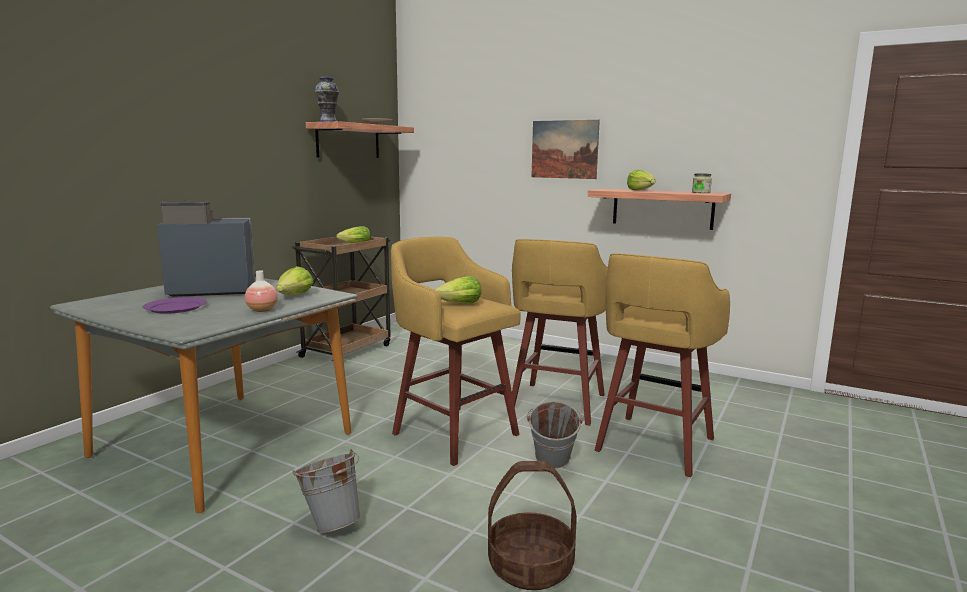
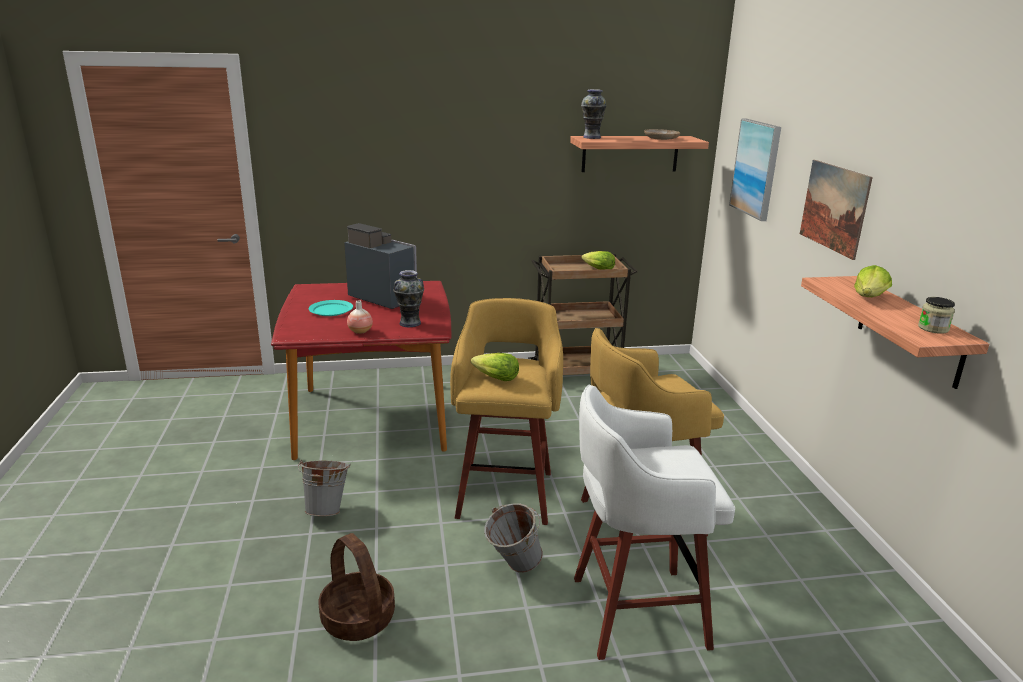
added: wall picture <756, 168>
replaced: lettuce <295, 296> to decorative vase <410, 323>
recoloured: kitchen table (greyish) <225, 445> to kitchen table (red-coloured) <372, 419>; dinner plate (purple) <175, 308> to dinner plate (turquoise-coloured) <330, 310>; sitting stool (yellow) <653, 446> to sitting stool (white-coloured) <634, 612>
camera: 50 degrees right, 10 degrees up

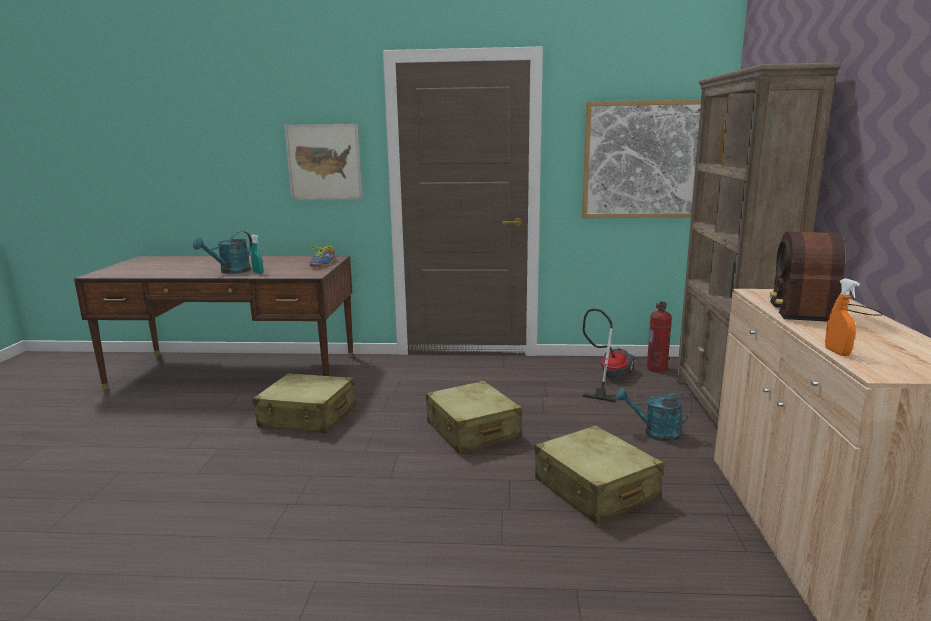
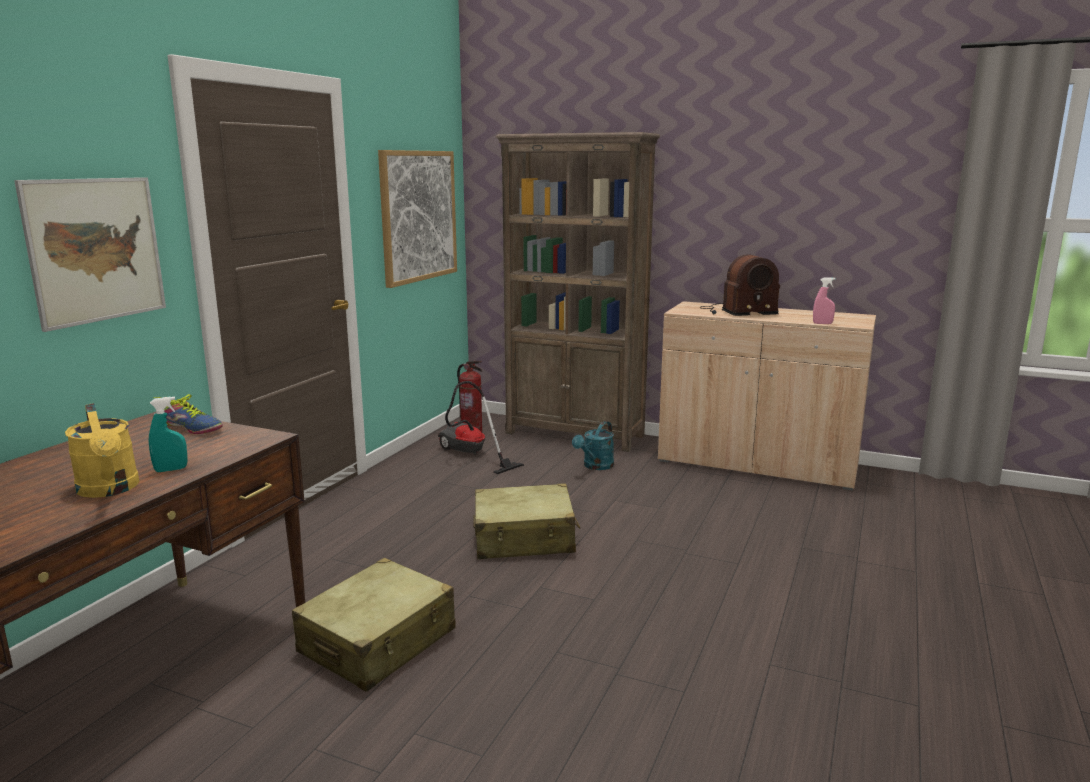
removed: piece of luggage (sand-coloured) <595, 489>
recoloured: watering can (turquoise-coloured) <230, 271> to watering can (yellow) <110, 490>; sprayer (orange) <837, 352> to sprayer (pink) <822, 323>
turned: radio <817, 311> = <736, 311> 45 degrees counterclockwise
camera: 70 degrees left, 0 degrees up

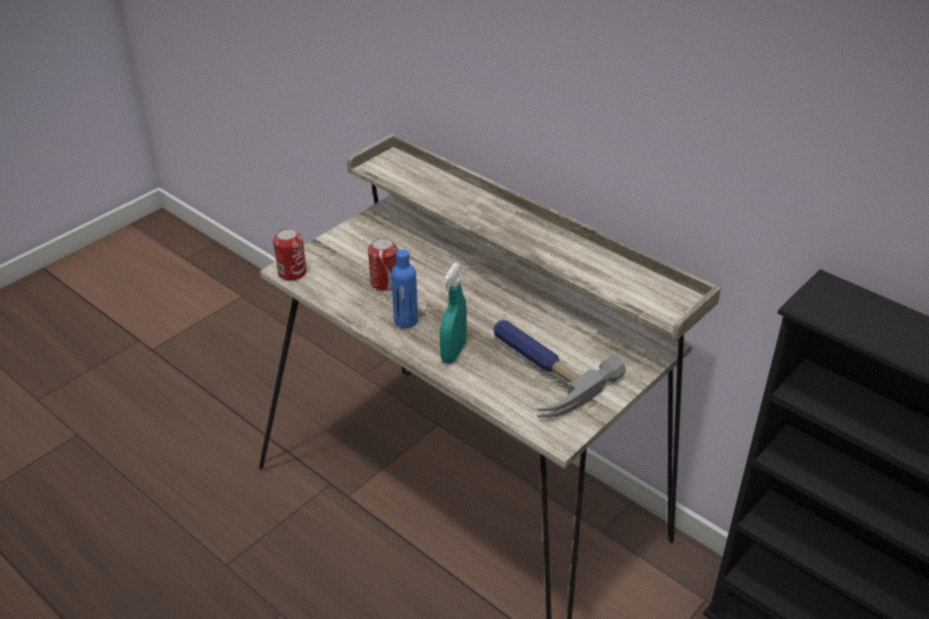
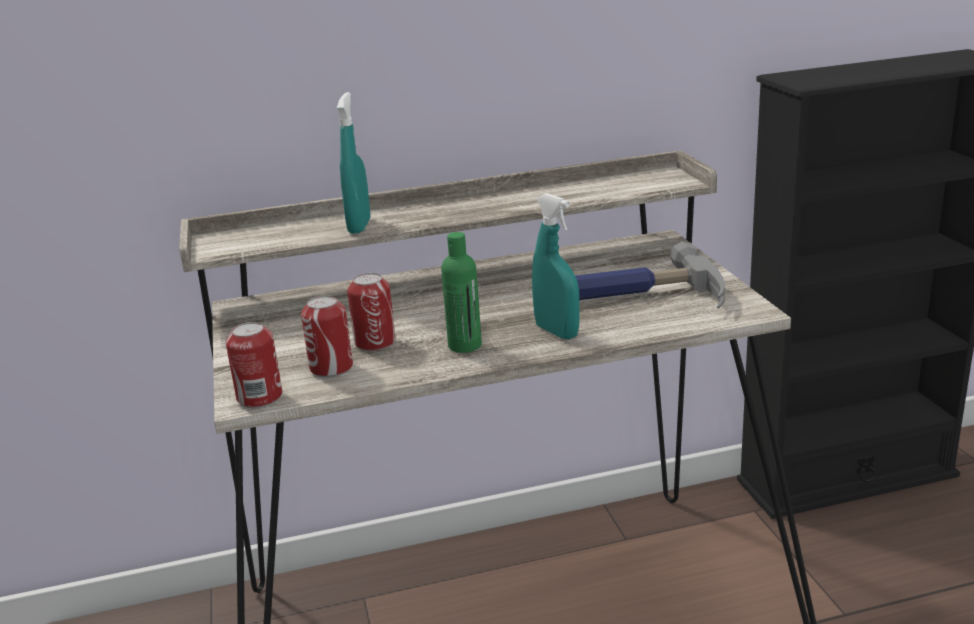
added: metal can <331, 368>; sprayer (turquoise-coloured) <359, 226>
recoloured: bottle (blue) <406, 321> to bottle (greenish) <465, 345>
camera: 55 degrees left, 15 degrees down

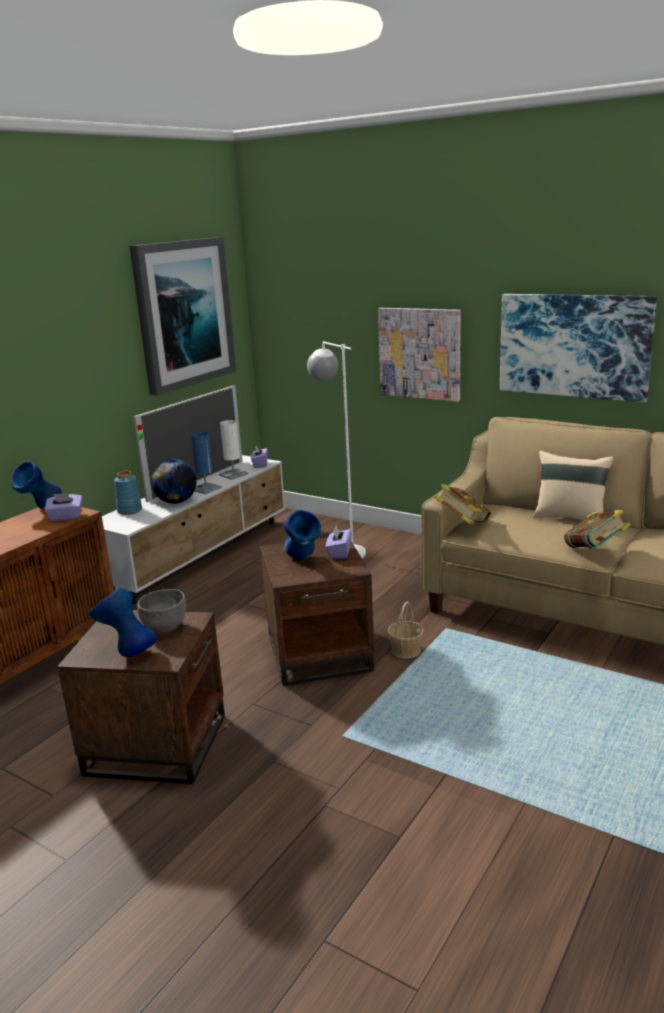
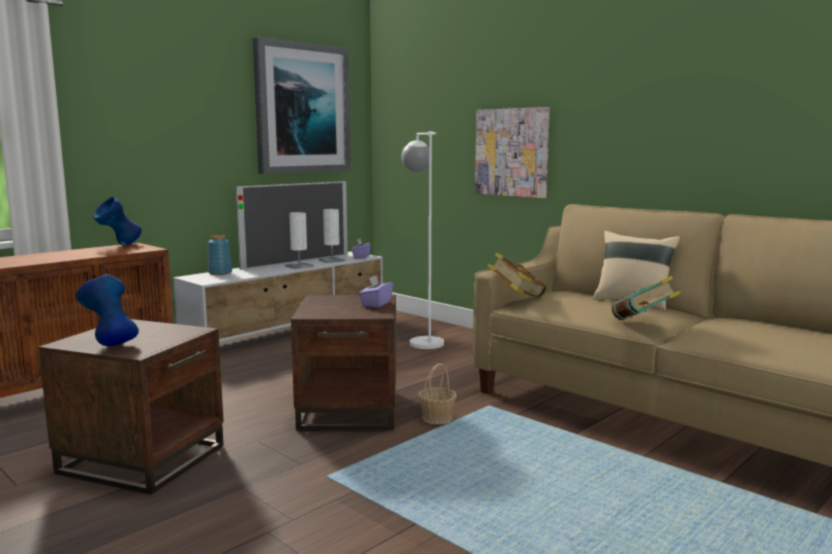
removed: tissue box (purple) <66, 517>; deep dish (greyish) <165, 627>; desk globe <176, 502>; decorative vase (blue) <303, 561>; wall picture <573, 345>
recoloured: lamp for a table (blue) <206, 489> to lamp for a table (white-coloured) <299, 266>
camera: 10 degrees right, 10 degrees down

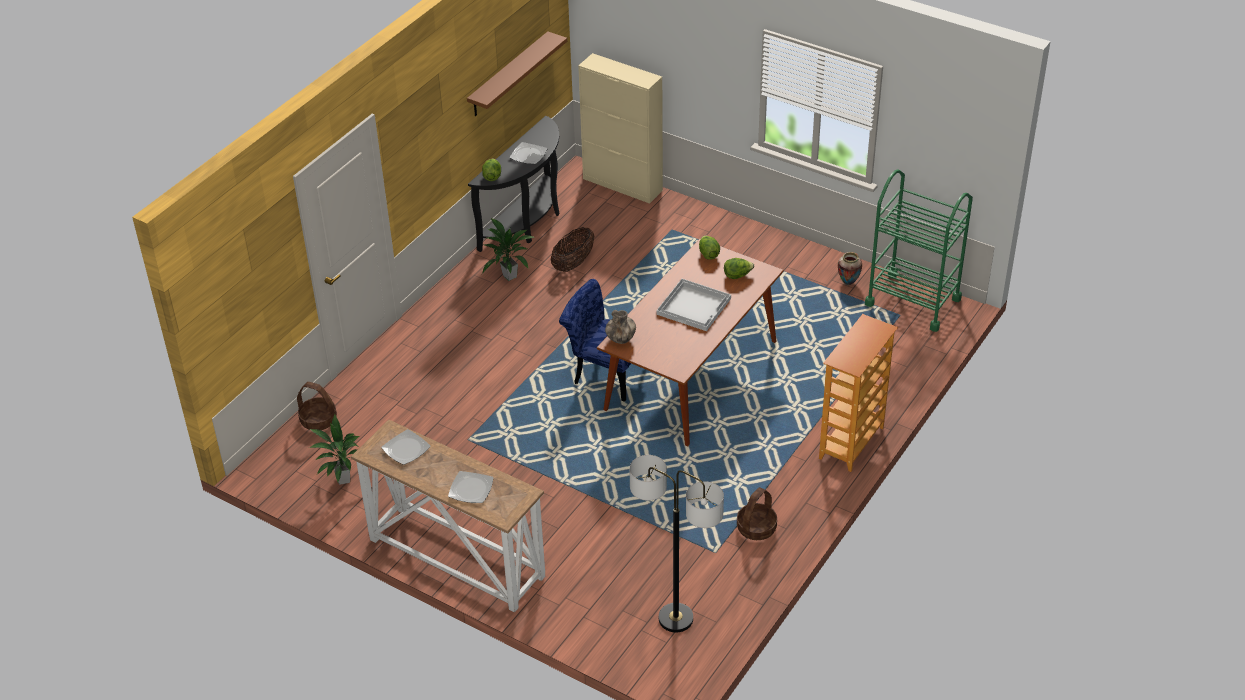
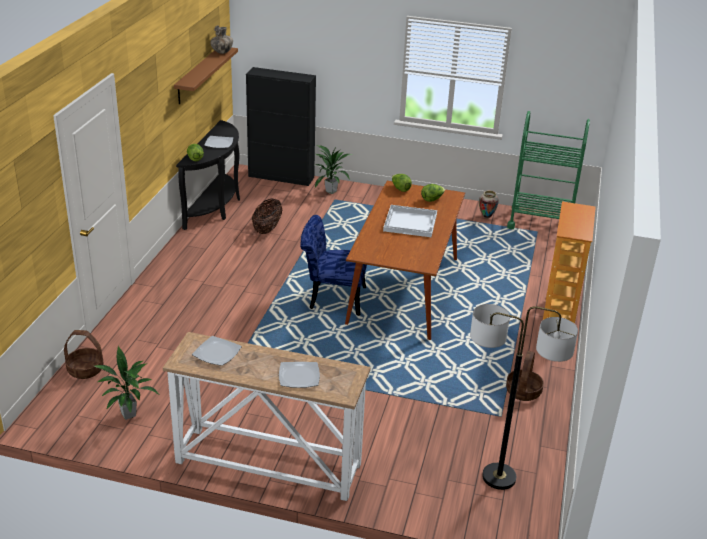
moved: potted plant <509, 276> to <331, 191>; decorative vase <621, 339> to <222, 52>
recoloured: storage cabinet (sand-coloured) <623, 185> to storage cabinet (black) <281, 177>
camera: 20 degrees left, 10 degrees down

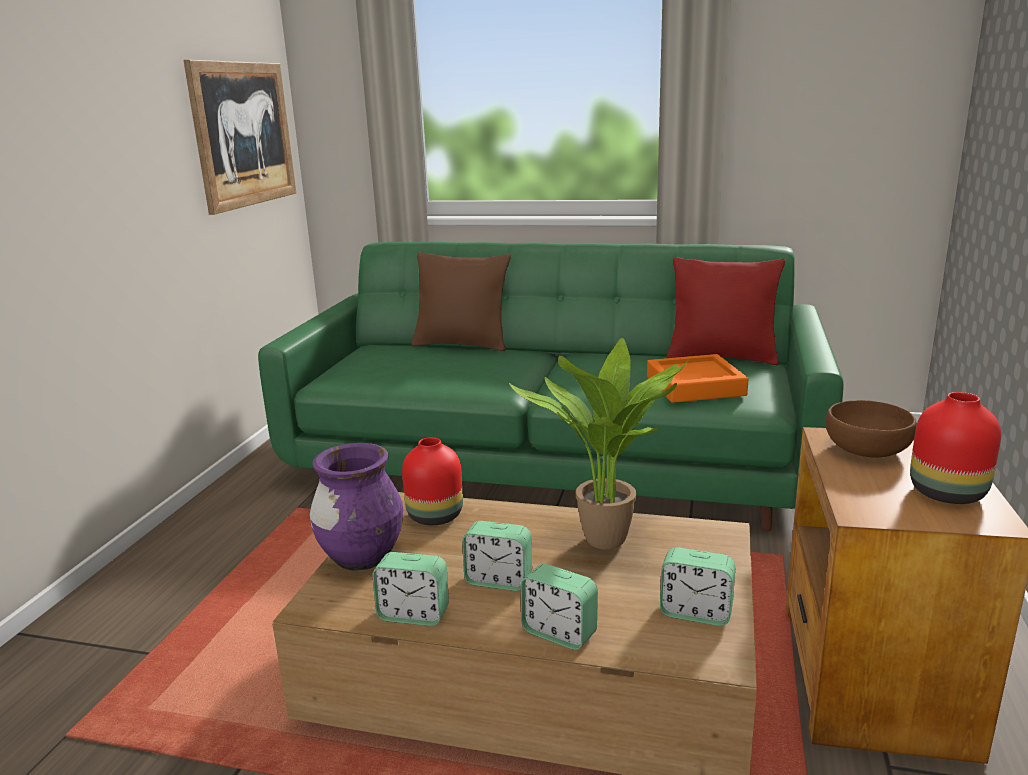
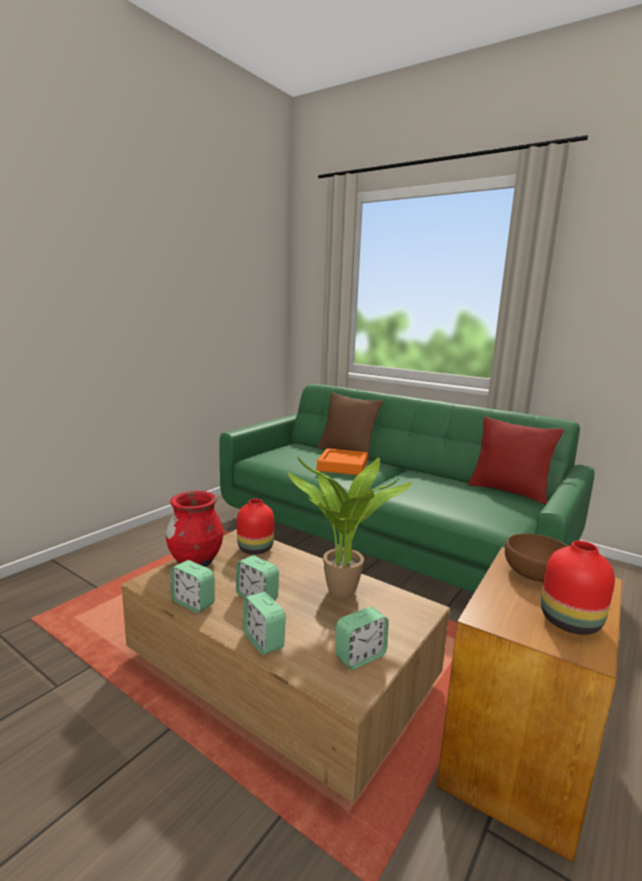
removed: wall picture <244, 134>
moved: carrying tray (orange) <695, 386> to <342, 466>
recoloured: decorative vase (purple) <362, 557> to decorative vase (red-coloured) <196, 562>
turned: table clock <696, 612> = <360, 656> 75 degrees counterclockwise
camera: 20 degrees right, 5 degrees down

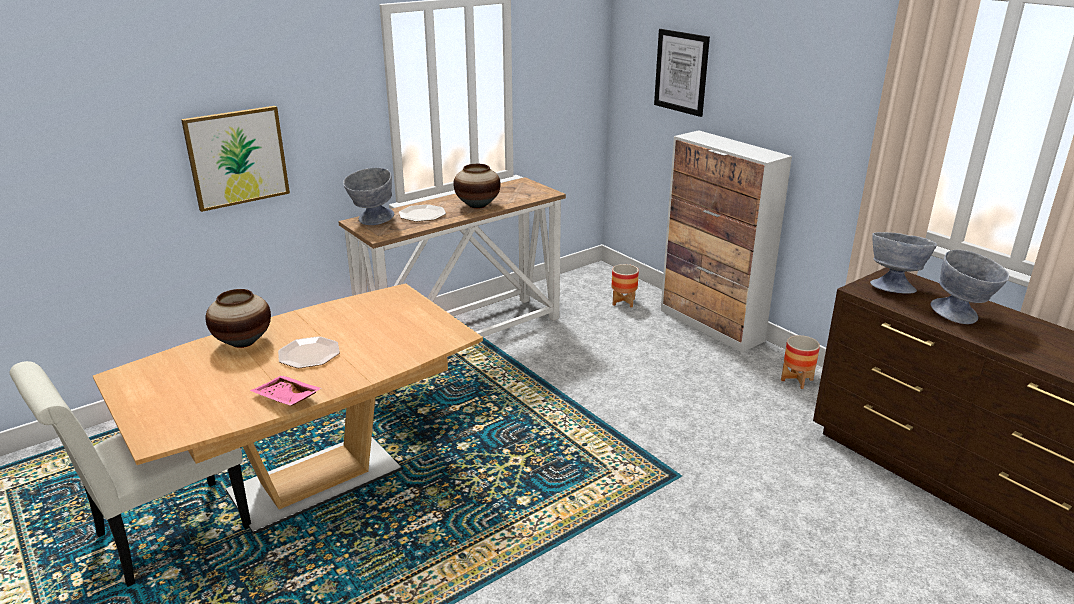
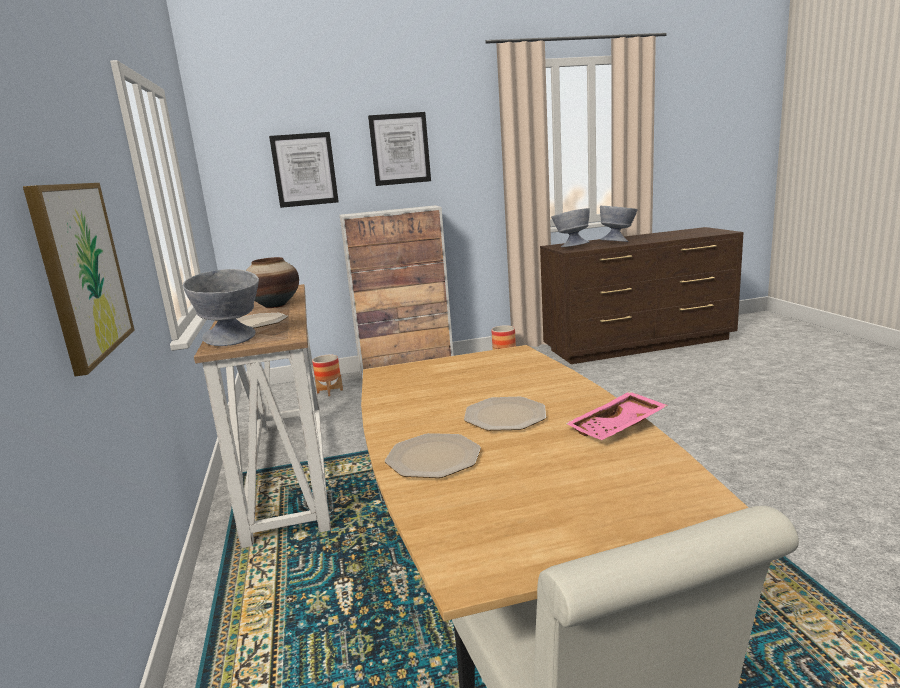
added: wall picture <400, 149>
replaced: decorative vase <243, 342> to dinner plate <432, 458>
camera: 65 degrees left, 10 degrees down

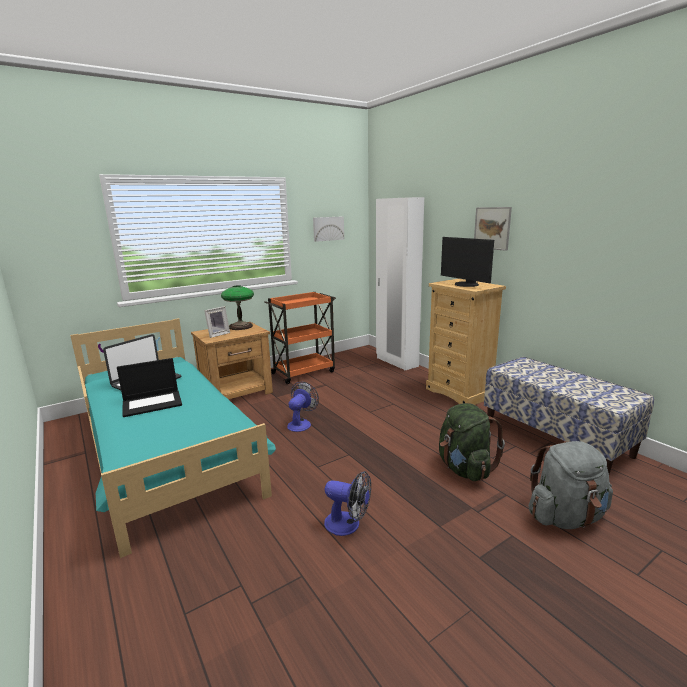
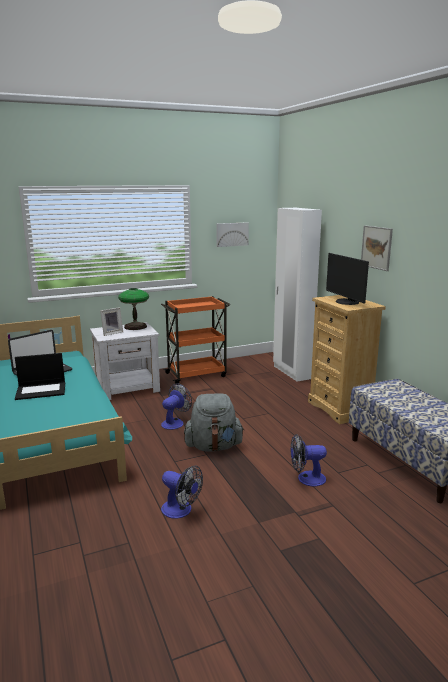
moved: knapsack (greyish) <566, 517> to <213, 446>
replaced: knapsack (greenish) <464, 469> to cooling fan <306, 479>
recoloured: bedside table (brownish) <237, 392> to bedside table (white-coloured) <128, 388>
camera: 10 degrees right, 0 degrees up

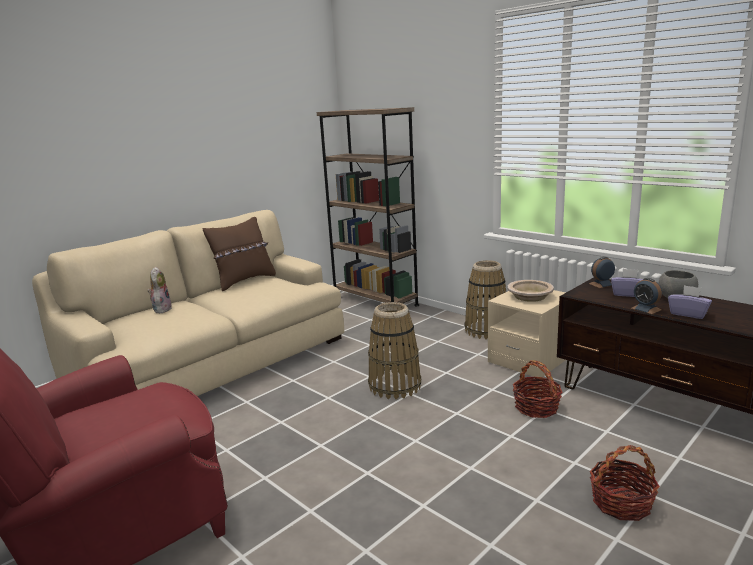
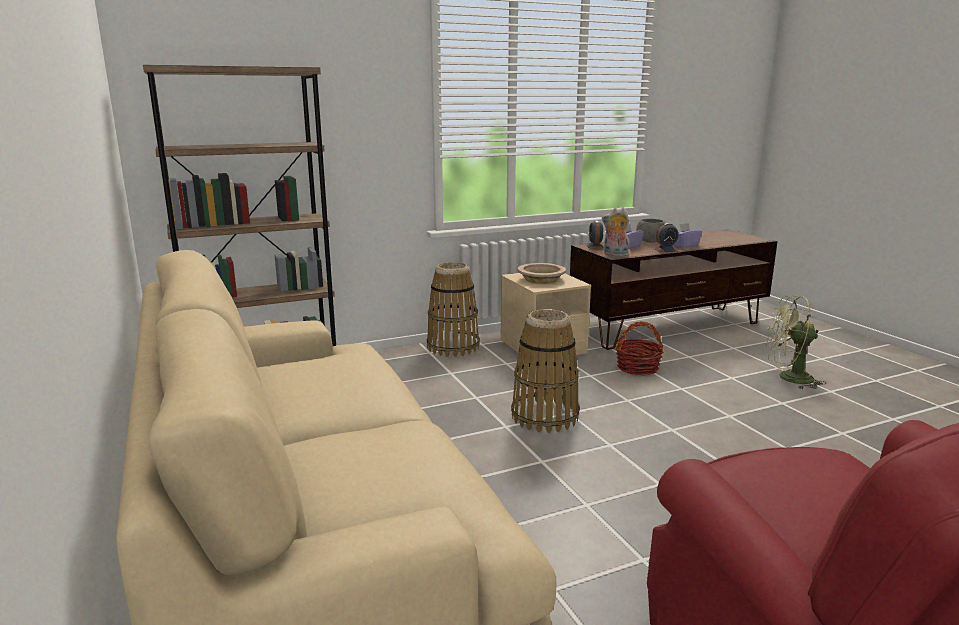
removed: cushion (brownish) <244, 281>
moved: soft toy <161, 309> to <615, 255>
replaced: household basket <621, 503> to cooling fan (greenish) <788, 378>
camera: 70 degrees left, 0 degrees up

